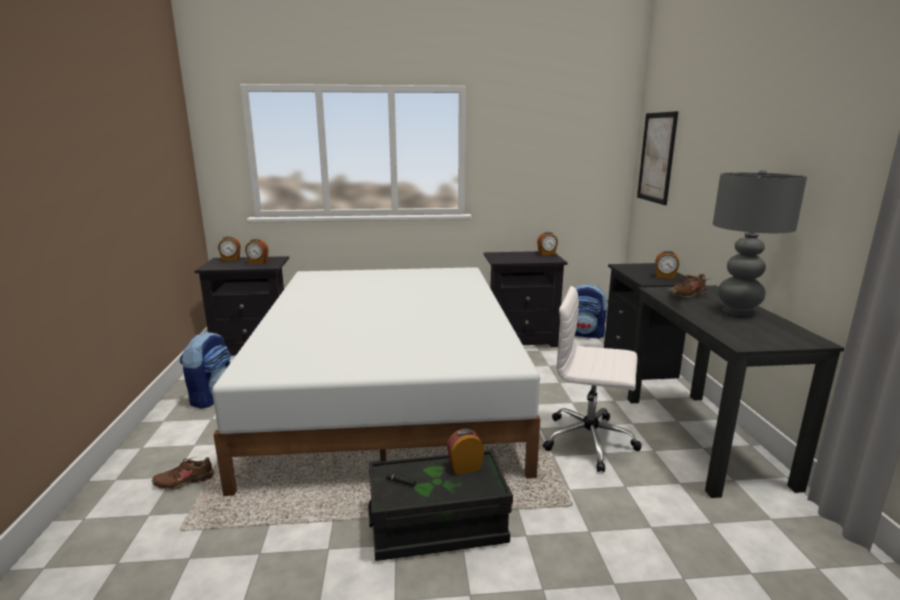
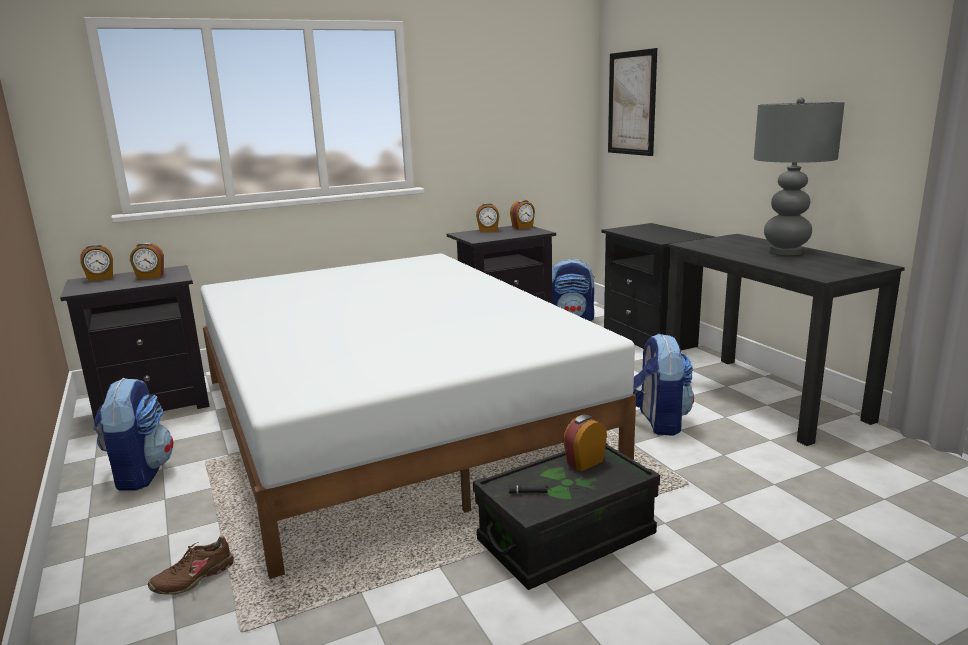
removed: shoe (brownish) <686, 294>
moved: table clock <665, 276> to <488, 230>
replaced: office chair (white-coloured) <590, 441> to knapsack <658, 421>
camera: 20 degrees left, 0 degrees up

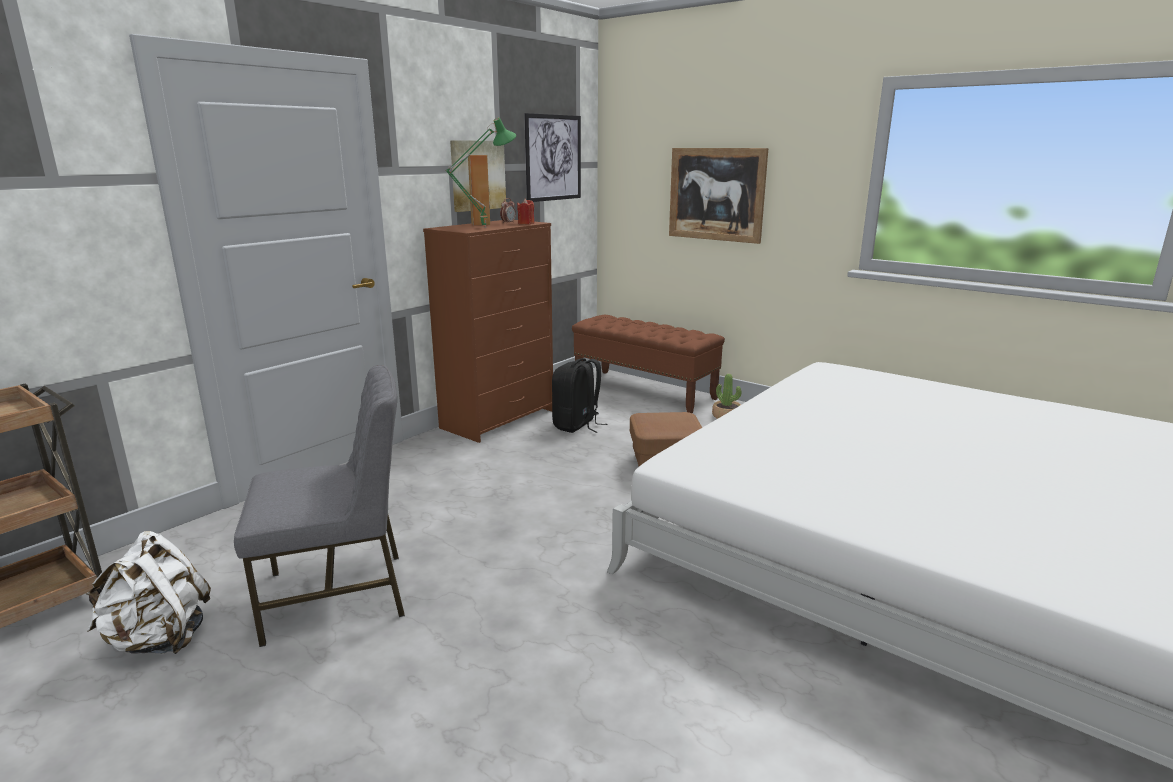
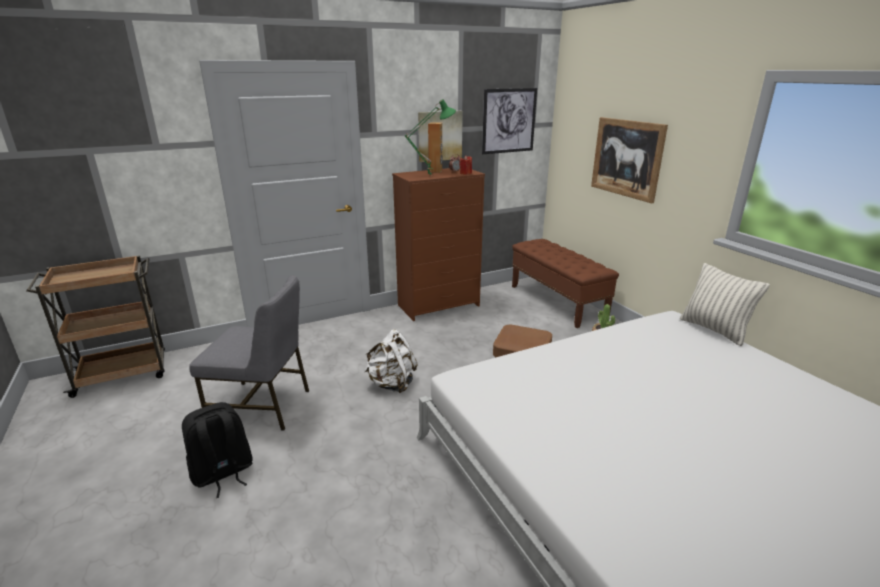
added: cushion <714, 330>
moved: knapsack (white-coloured) <159, 640> to <392, 384>; knapsack (black) <577, 425> to <222, 473>
camera: 25 degrees right, 5 degrees up

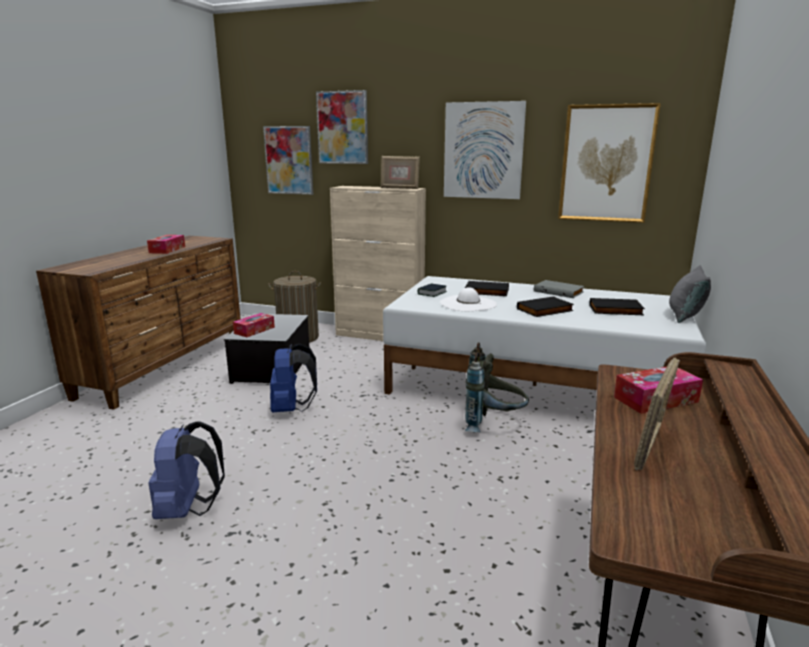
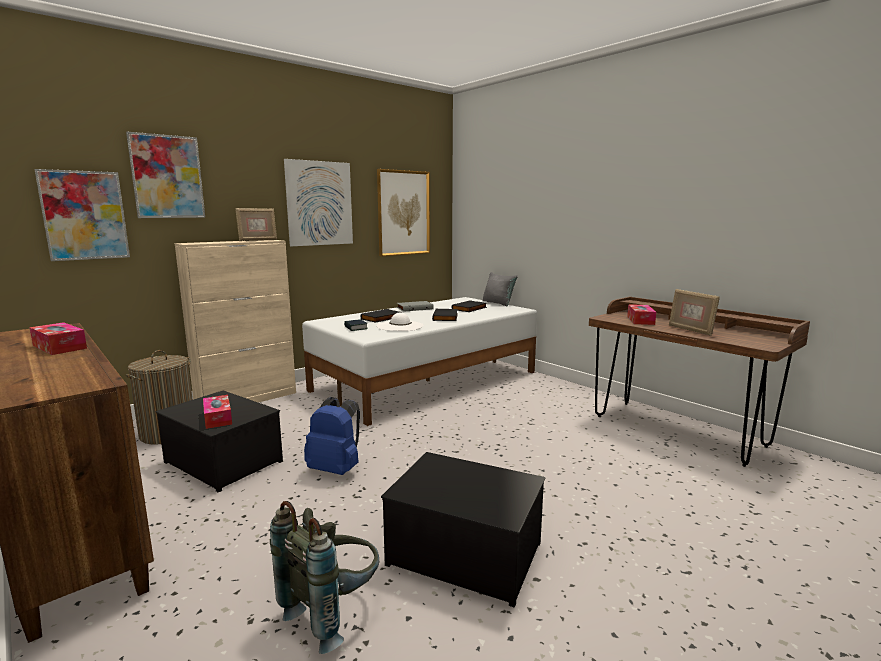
moved: knapsack (greyish) <493, 425> to <333, 611>
replaced: knapsack (blue) <188, 510> to storage container <466, 553>
camera: 60 degrees left, 5 degrees down

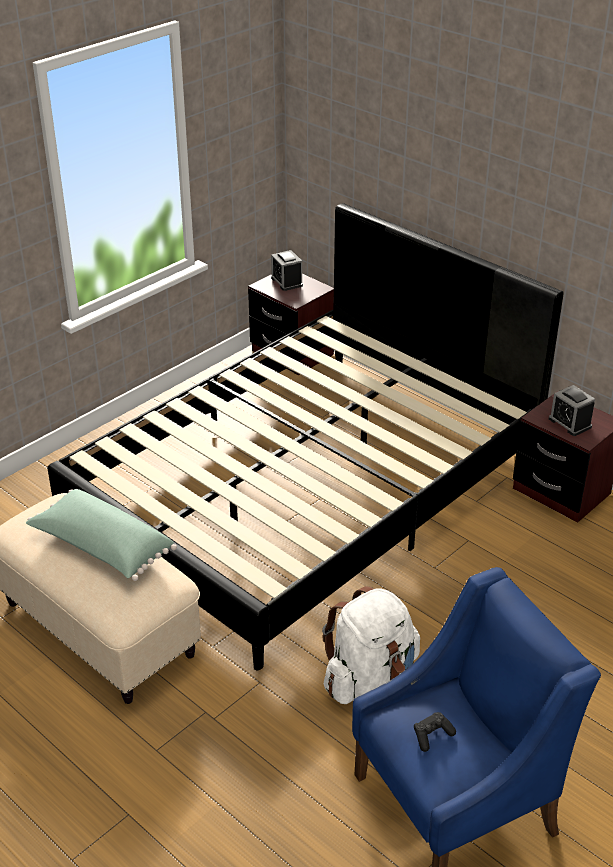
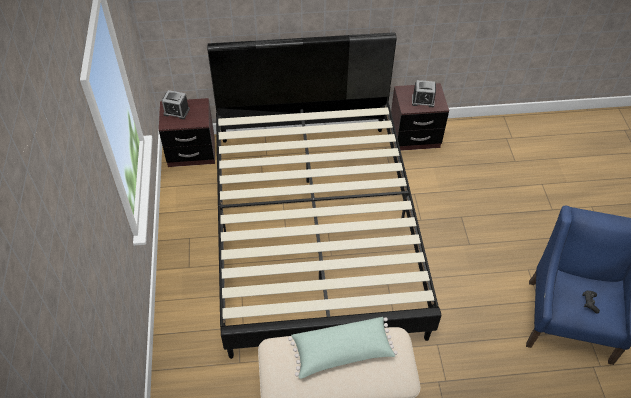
removed: knapsack (white-coloured) <370, 679>
camera: 50 degrees left, 15 degrees up

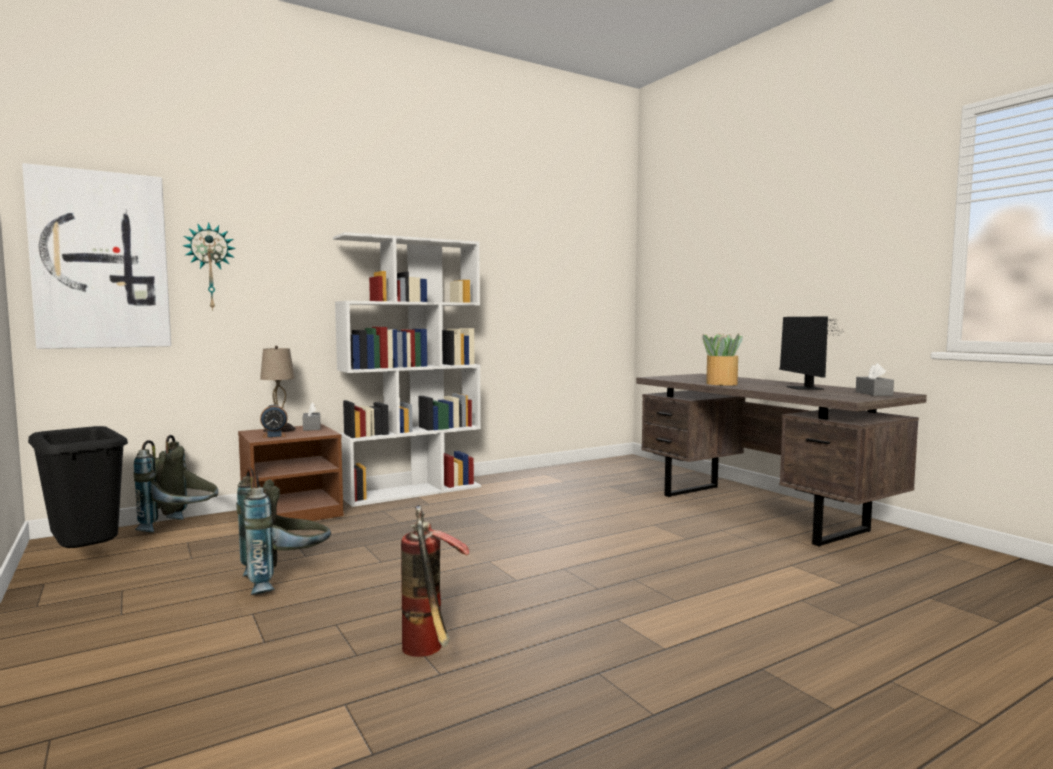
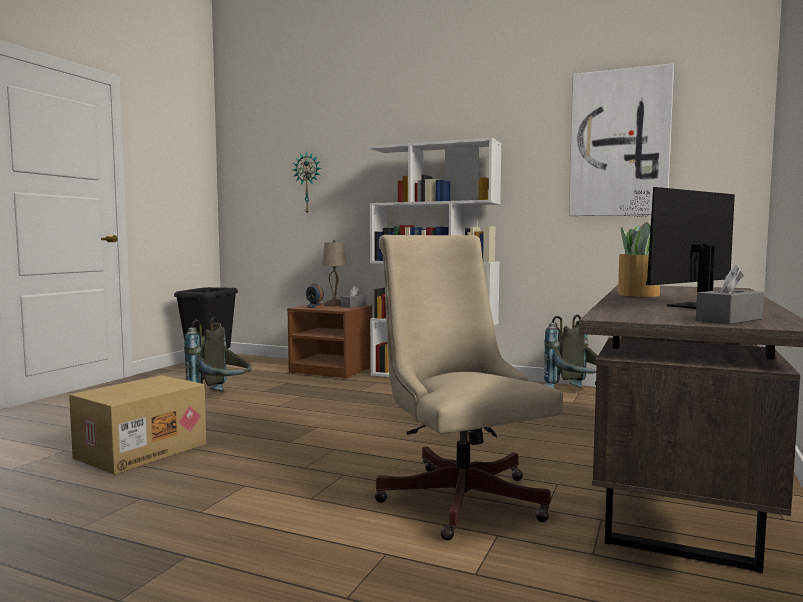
added: office chair (sand-coloured) <458, 495>
moved: wall picture <101, 260> to <619, 143>; knapsack (greyish) <182, 527> to <576, 393>
replaced: fire extinguisher <430, 653> to carton <141, 450>
camera: 55 degrees right, 0 degrees up

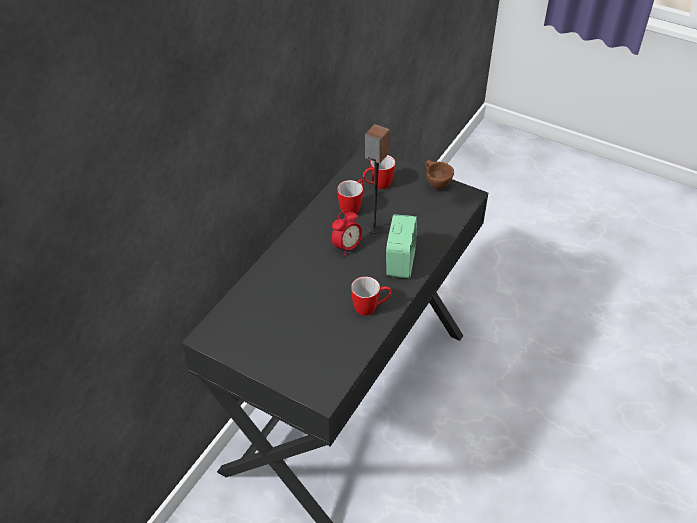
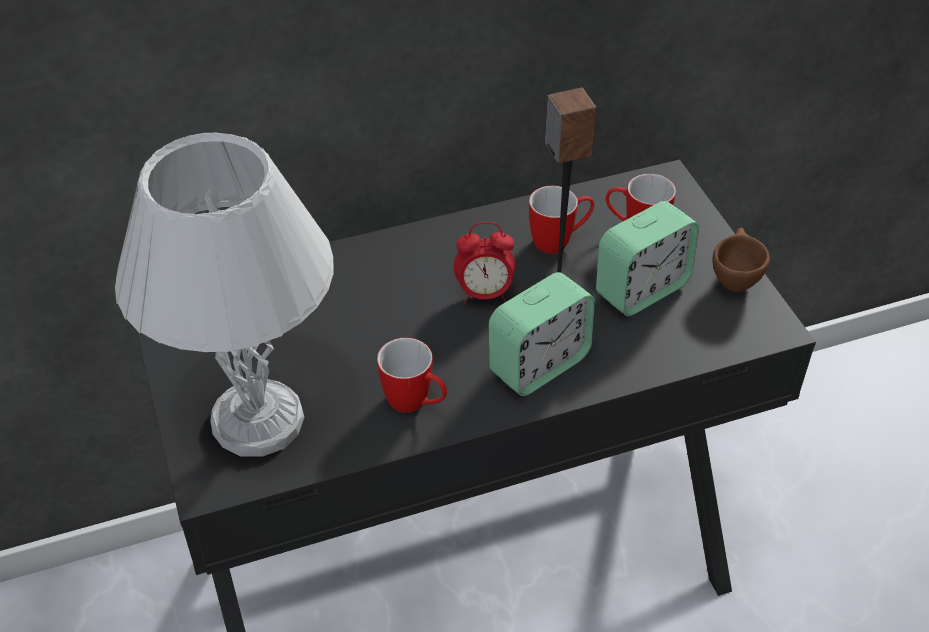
added: lamp for a table (white-coloured) <254, 420>; table clock <641, 289>
camera: 40 degrees right, 0 degrees up

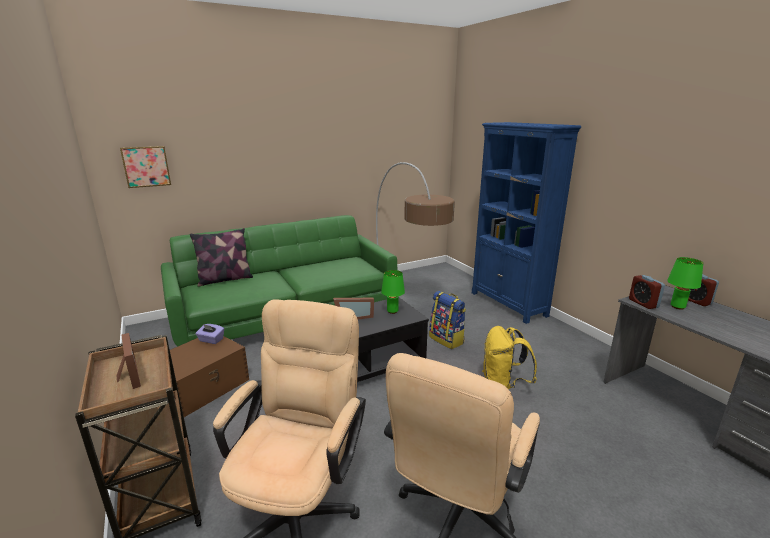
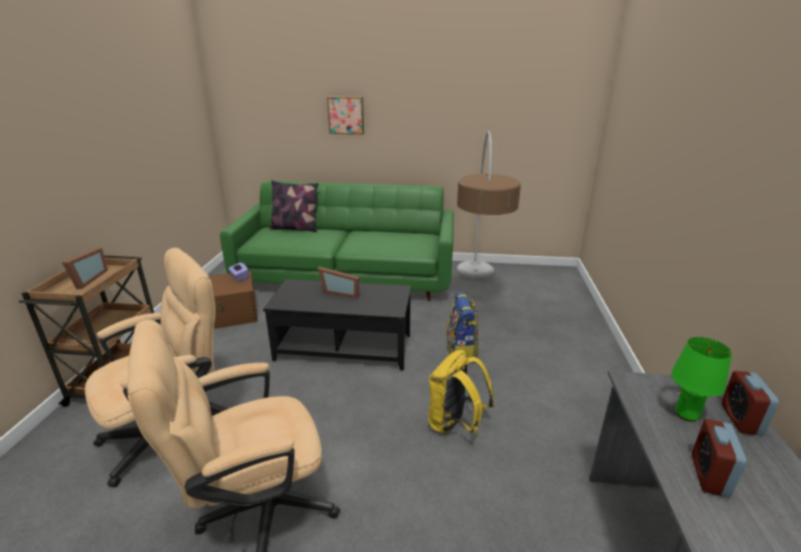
removed: lamp for a table (greenish) <393, 311>; bookcase (blue) <508, 304>
moved: wall picture <146, 166> to <346, 115>; table clock <643, 303> to <709, 475>
camera: 35 degrees right, 5 degrees up

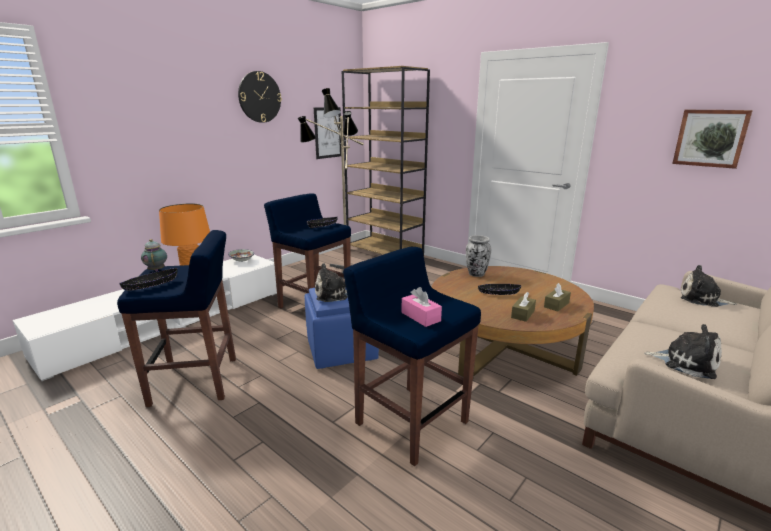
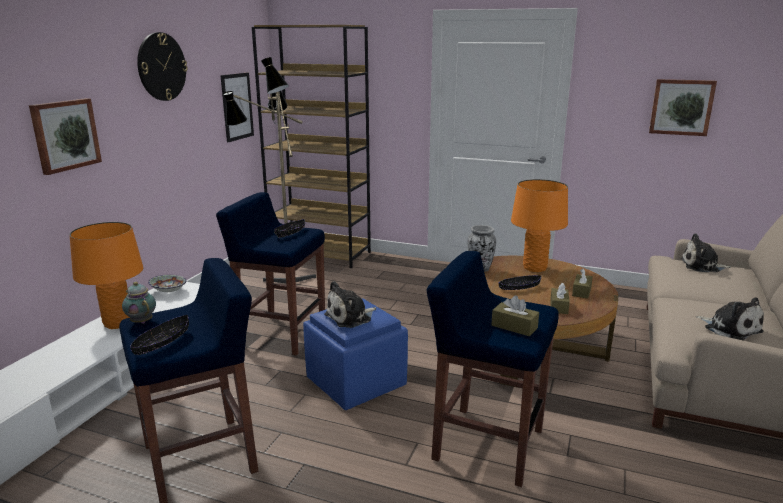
added: wall picture <65, 135>; lamp for a table (orange) <534, 268>
recoloured: tissue box (pink) <420, 317> to tissue box (brownish) <514, 326>
turned: soft toy <686, 362> = <730, 329> 45 degrees clockwise
camera: 20 degrees left, 0 degrees up

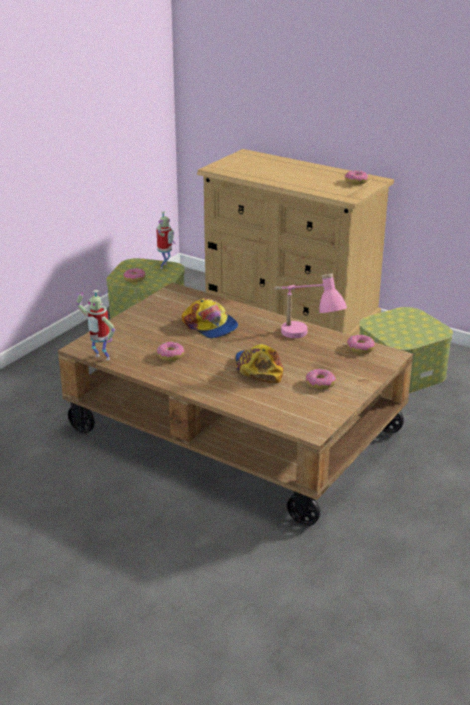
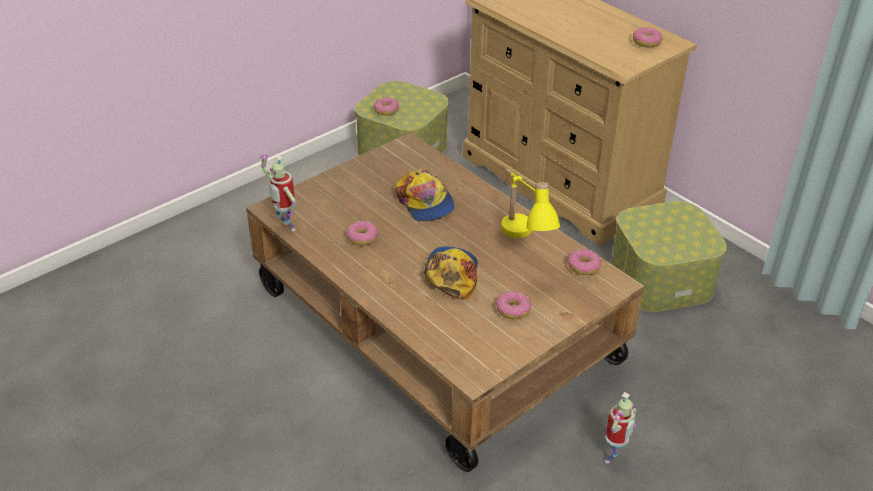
moved: robot figure <165, 266> to <613, 458>
recoloured: lamp for a table (pink) <303, 340> to lamp for a table (yellow) <522, 243>
camera: 15 degrees right, 10 degrees up

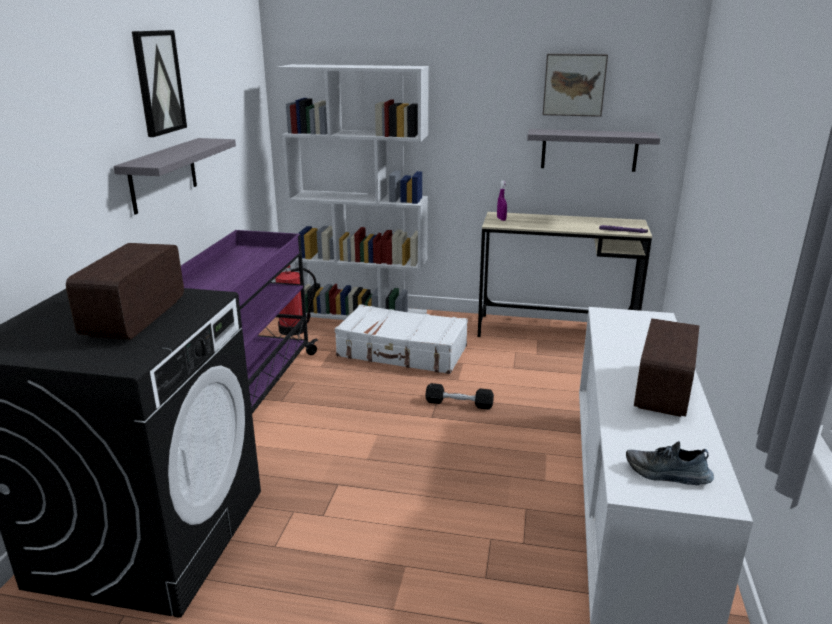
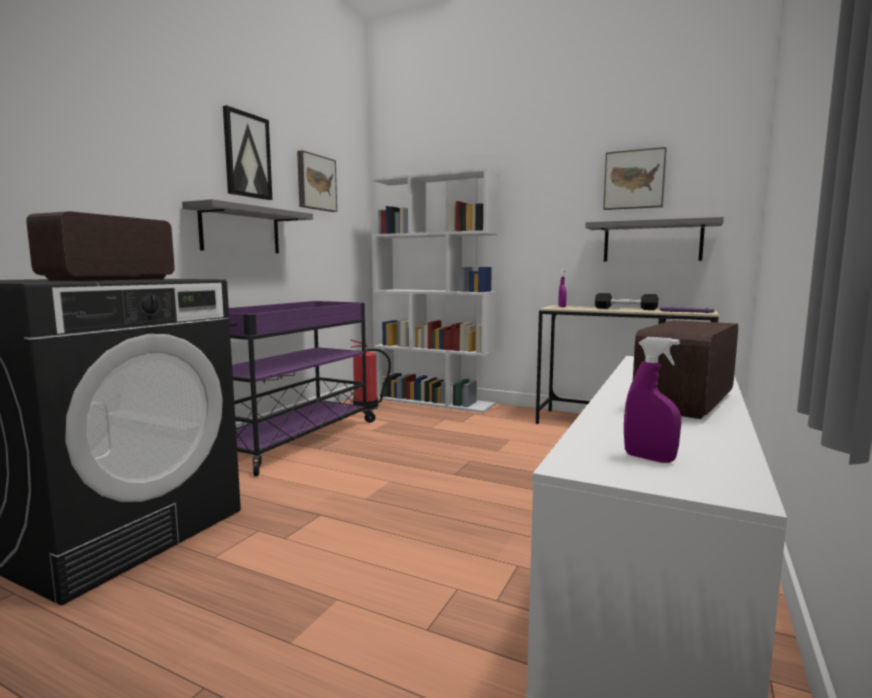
removed: piece of luggage (white-coloured) <402, 352>
added: wall picture <315, 183>
moved: dumbbell (black) <459, 403> to <625, 309>
replaced: shoe <667, 474> to sprayer (purple) <649, 458>
camera: 15 degrees right, 15 degrees down

